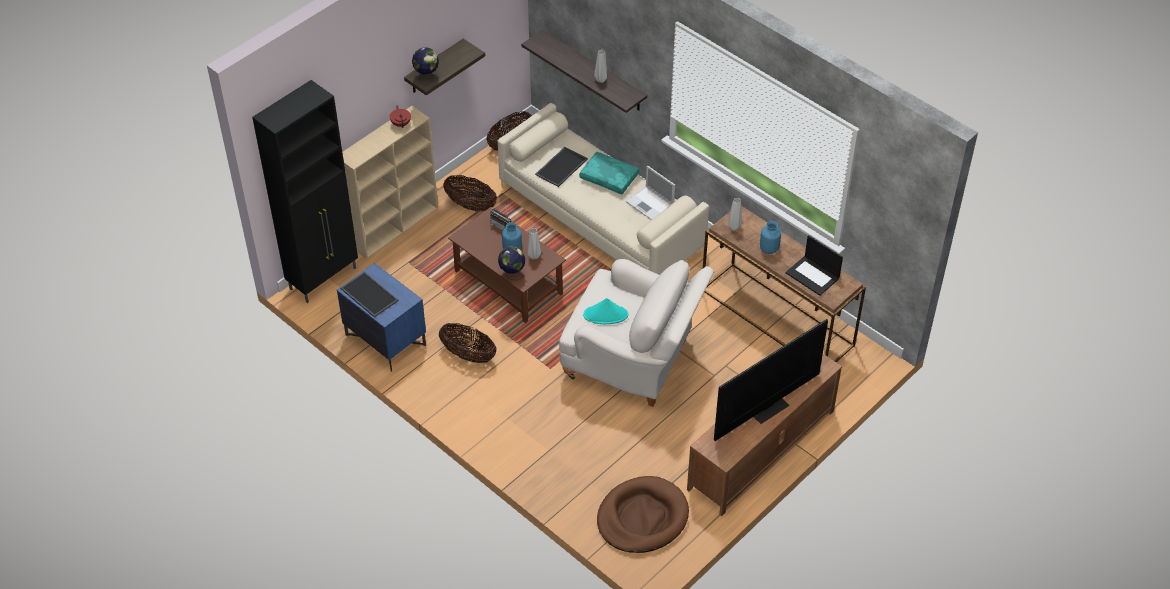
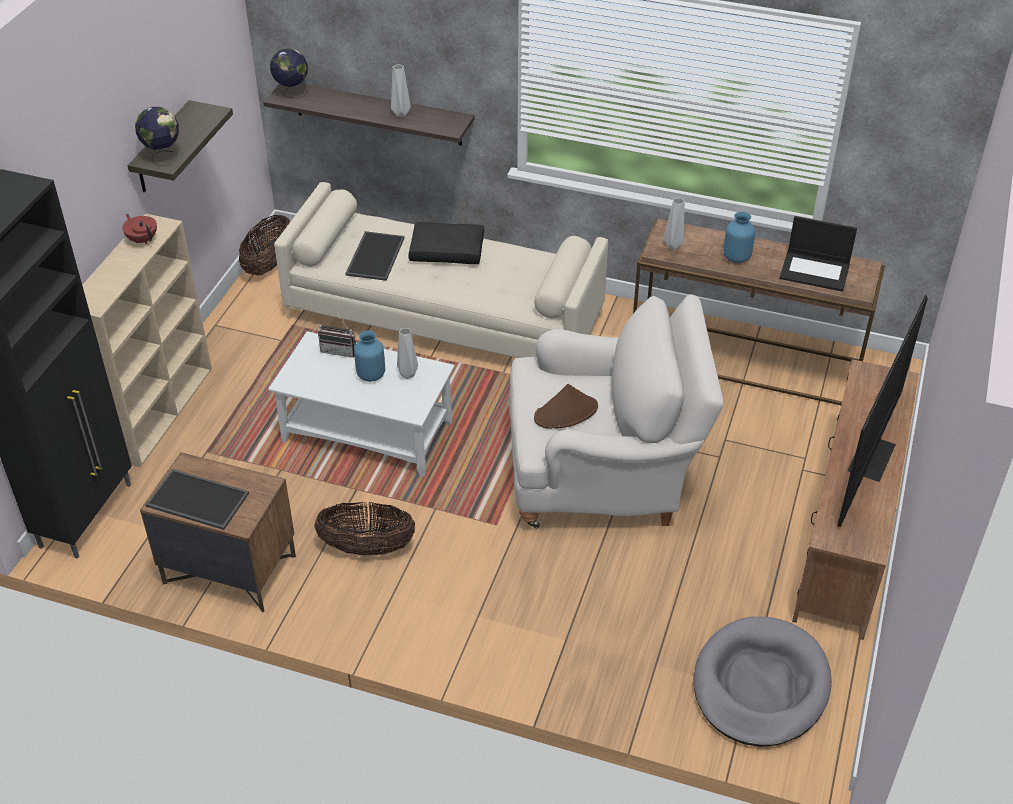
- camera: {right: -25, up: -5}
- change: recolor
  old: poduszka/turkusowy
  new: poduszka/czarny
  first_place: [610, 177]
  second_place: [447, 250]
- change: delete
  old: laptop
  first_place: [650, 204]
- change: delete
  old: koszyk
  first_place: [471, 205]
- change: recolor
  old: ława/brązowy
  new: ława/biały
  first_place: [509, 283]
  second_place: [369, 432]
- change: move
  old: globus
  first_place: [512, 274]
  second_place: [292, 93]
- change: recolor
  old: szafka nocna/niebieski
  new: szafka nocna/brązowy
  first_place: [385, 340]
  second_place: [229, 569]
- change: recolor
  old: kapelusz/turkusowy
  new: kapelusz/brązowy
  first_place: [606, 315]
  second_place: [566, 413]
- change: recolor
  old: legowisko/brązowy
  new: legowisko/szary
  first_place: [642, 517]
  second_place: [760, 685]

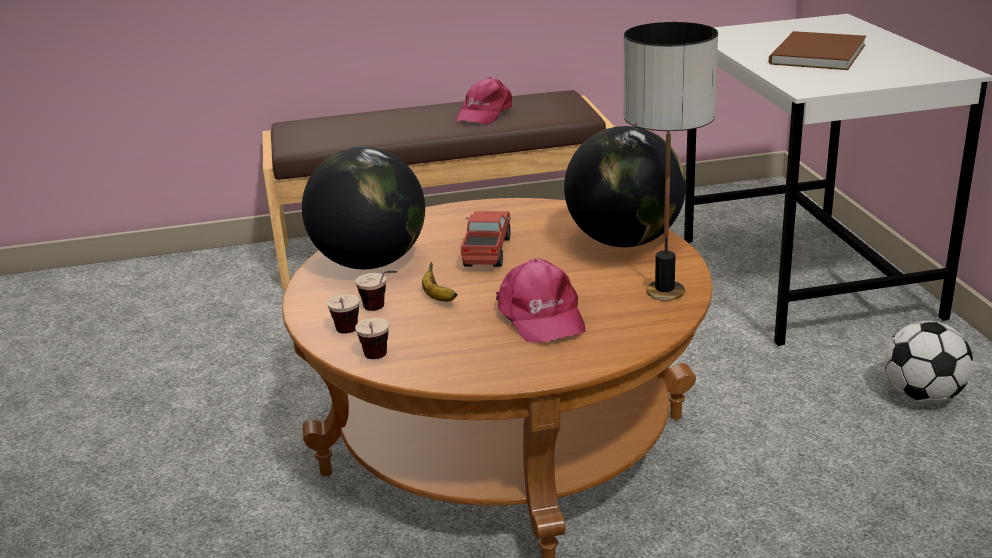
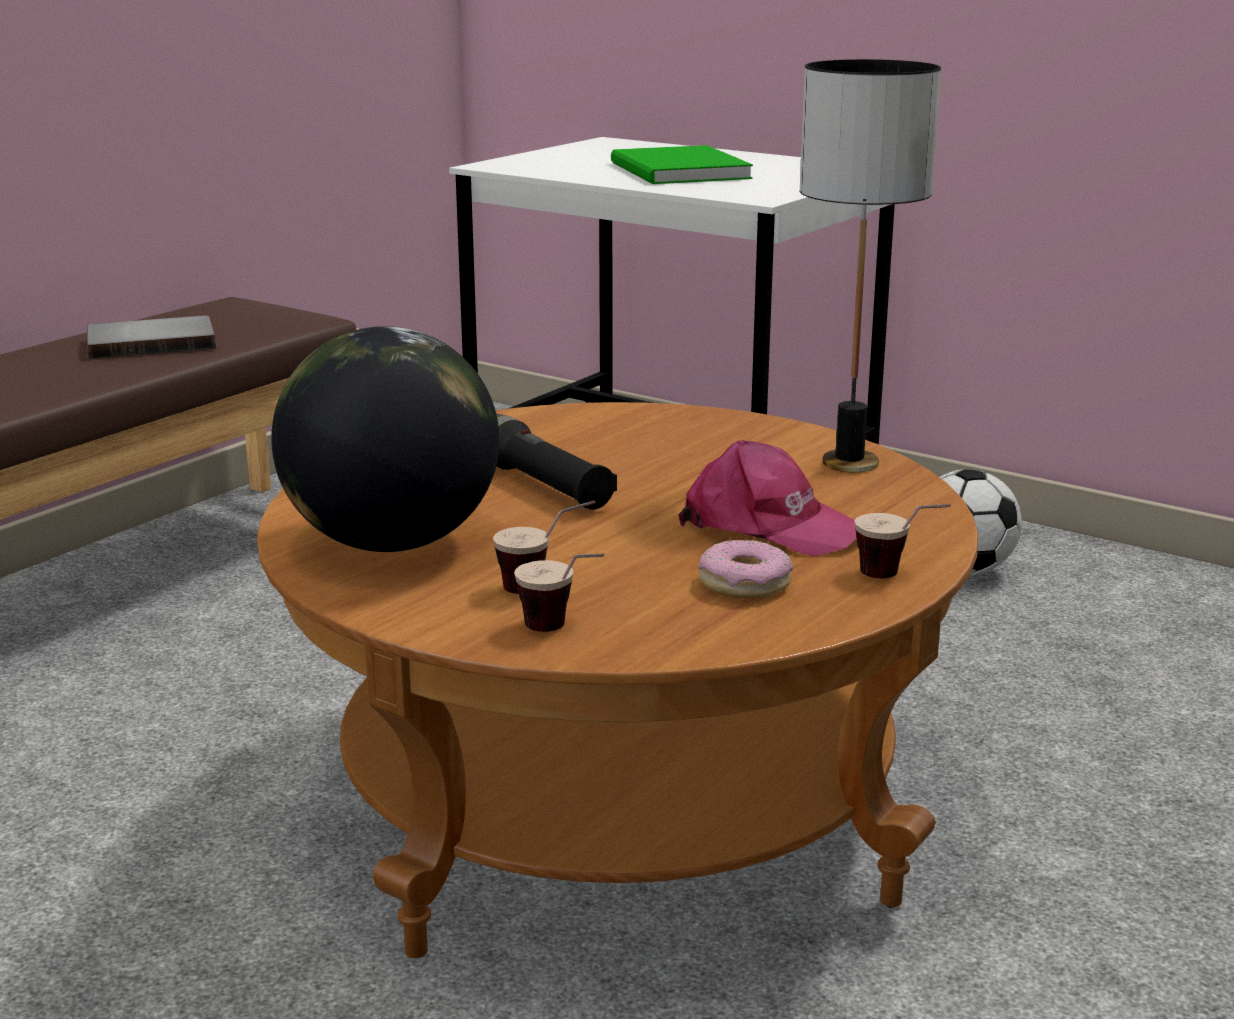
- camera: {right: -45, up: -5}
- change: recolor
  old: książka/brązowy
  new: książka/zielony
  first_place: [814, 55]
  second_place: [677, 171]
- change: replace
  old: czapka z daszkiem/różowy
  new: książka/szary
  first_place: [484, 113]
  second_place: [151, 342]
- change: delete
  old: globus
  first_place: [624, 241]
- change: replace
  old: ciężarówka zabawkowa
  new: latarka/czarny
  first_place: [487, 253]
  second_place: [543, 485]
- change: delete
  old: banan
  first_place: [437, 297]
- change: move
  old: filiżanka
  first_place: [375, 361]
  second_place: [898, 578]
- change: insert
  new: donut
  second_place: [744, 583]

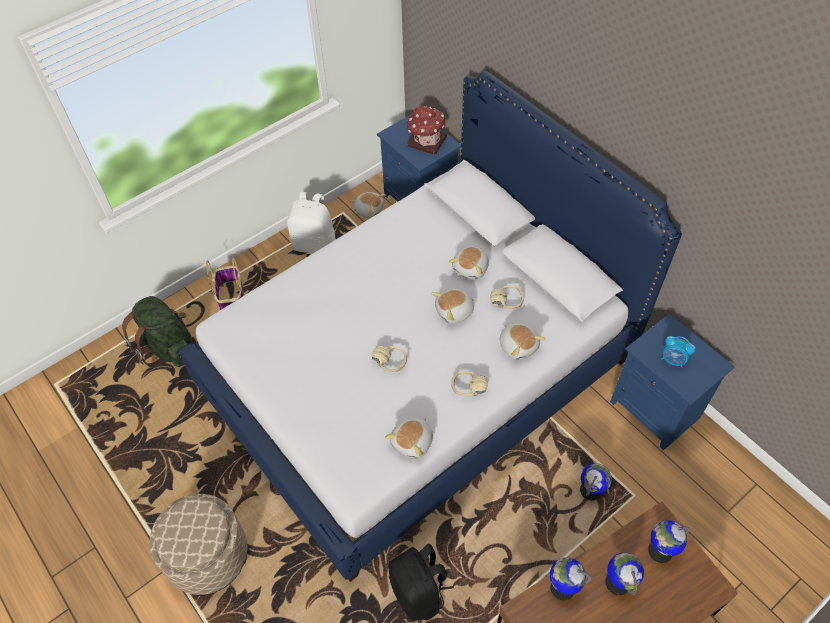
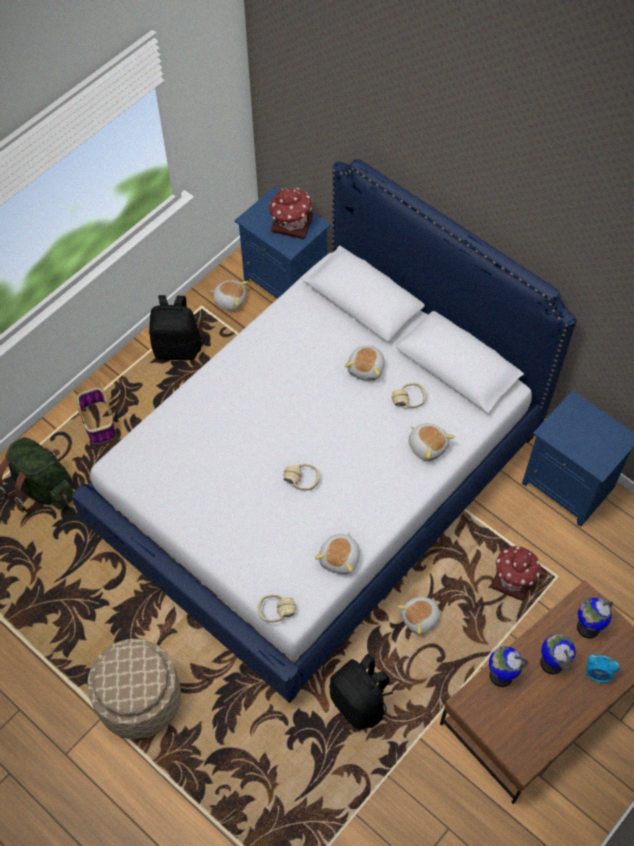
- camera: {right: -10, up: 5}
- change: recolor
  old: plecak/biały
  new: plecak/czarny
  first_place: [315, 243]
  second_place: [177, 347]
- change: move
  old: pluszak
  first_place: [454, 312]
  second_place: [420, 618]
- change: move
  old: budzik
  first_place: [673, 360]
  second_place: [597, 674]
- change: move
  old: słuchawki/beżowy
  first_place: [468, 392]
  second_place: [277, 616]
- change: replace
  old: globus
  new: domek
  first_place: [590, 491]
  second_place: [513, 578]

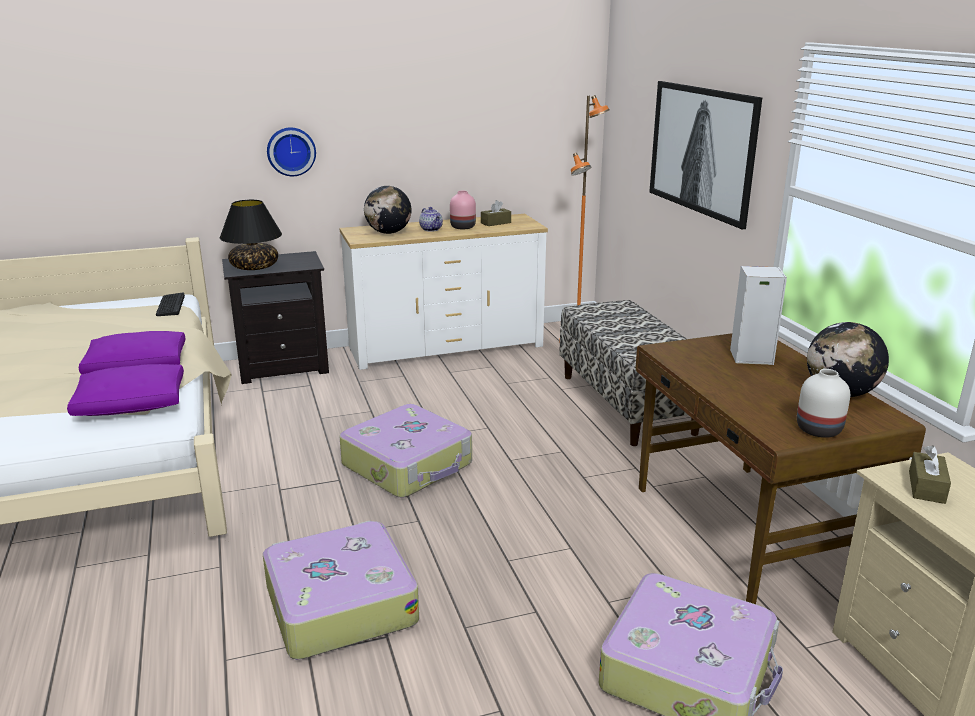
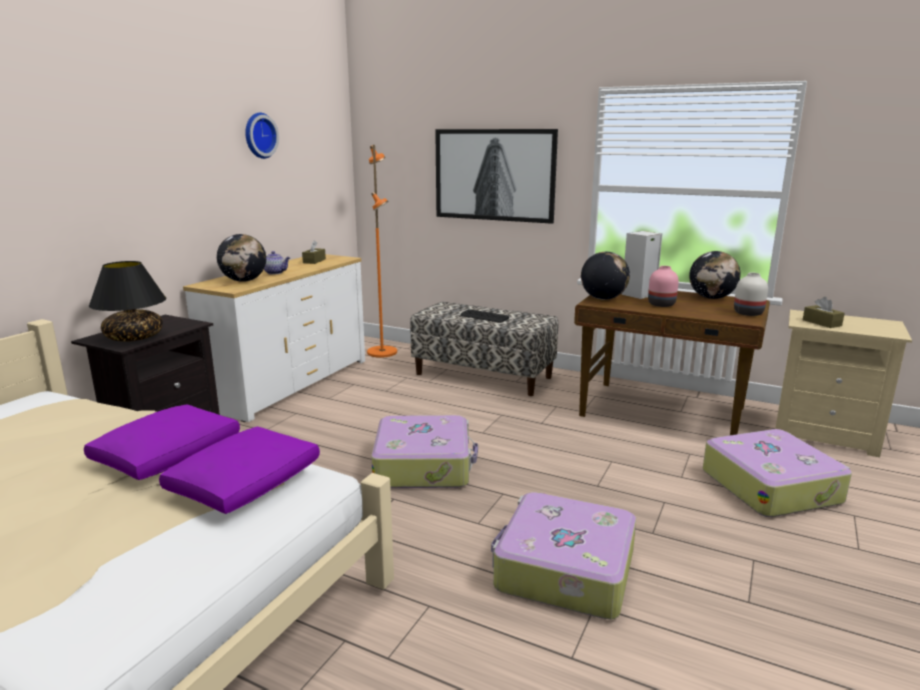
- camera: {right: -45, up: -5}
- change: move
  old: zegar ścienny
  first_place: [291, 151]
  second_place: [259, 135]
- change: move
  old: wazon/różowy
  first_place: [463, 227]
  second_place: [662, 304]
- change: move
  old: klawiatura
  first_place: [170, 305]
  second_place: [484, 317]
- change: insert
  new: globus
  second_place: [603, 298]

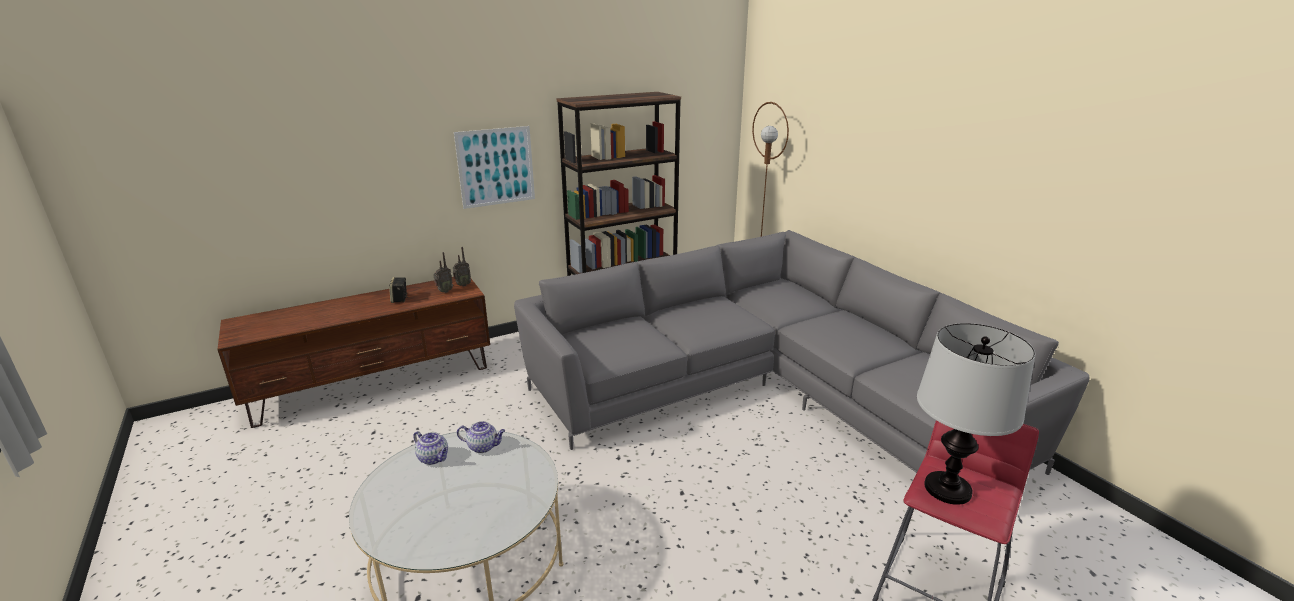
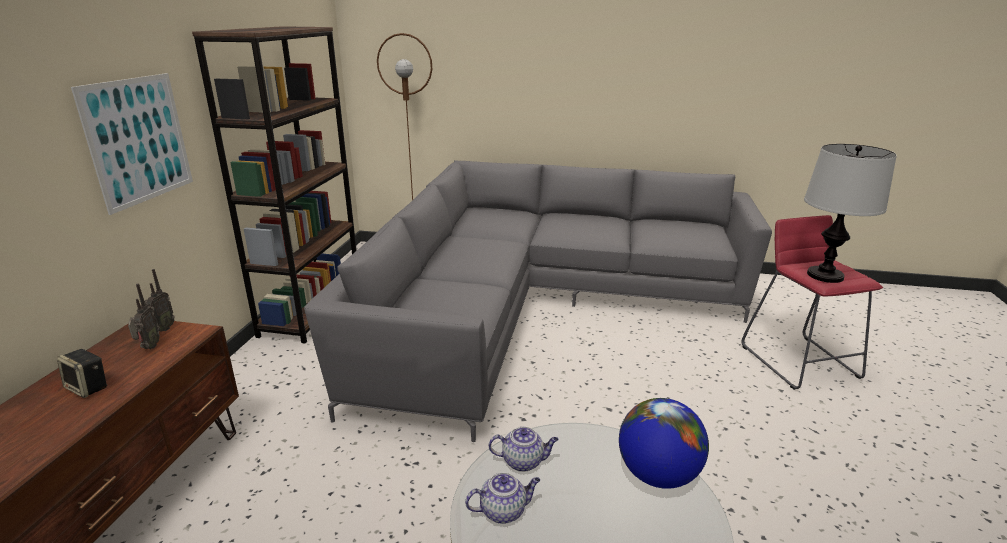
- camera: {right: -50, up: 0}
- change: rotate
  old: imbryk
  first_place: [483, 446]
  second_place: [523, 461]
  degrees: 45
- change: insert
  new: globus
  second_place: [657, 475]

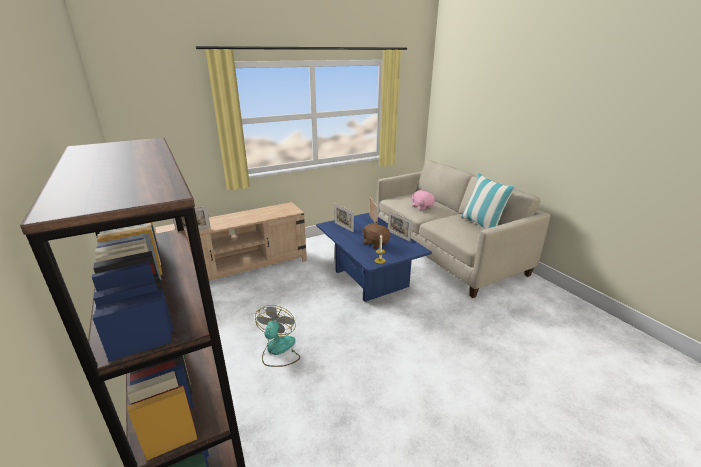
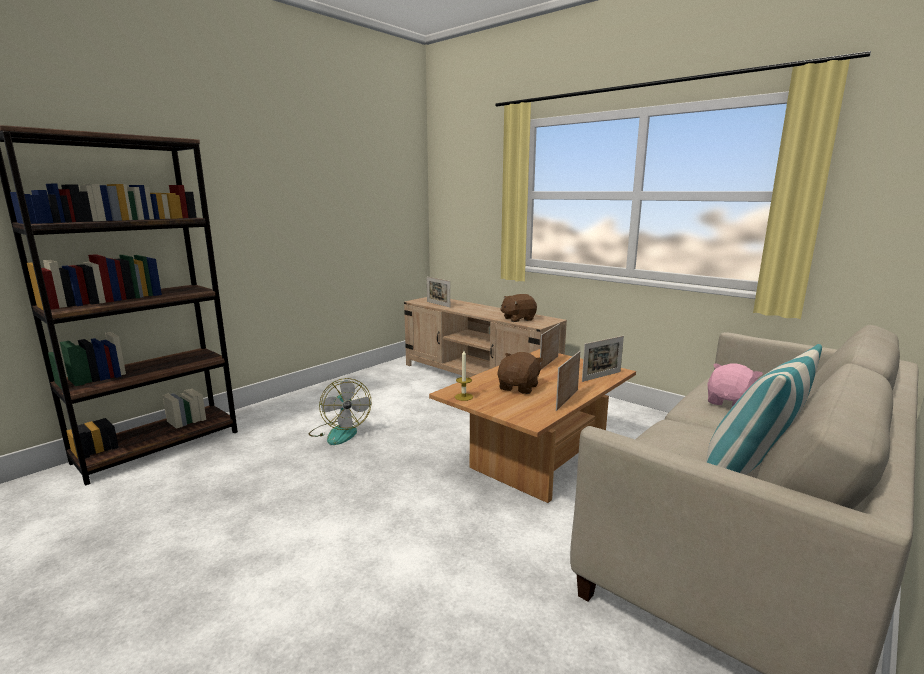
- camera: {right: 70, up: -10}
- change: recolor
  old: ława/niebieski
  new: ława/brązowy
  first_place: [368, 279]
  second_place: [535, 460]
- change: rotate
  old: wentylator
  first_place: [278, 350]
  second_place: [339, 432]
  degrees: 75
- change: insert
  new: pluszak/brązowy
  second_place: [518, 319]

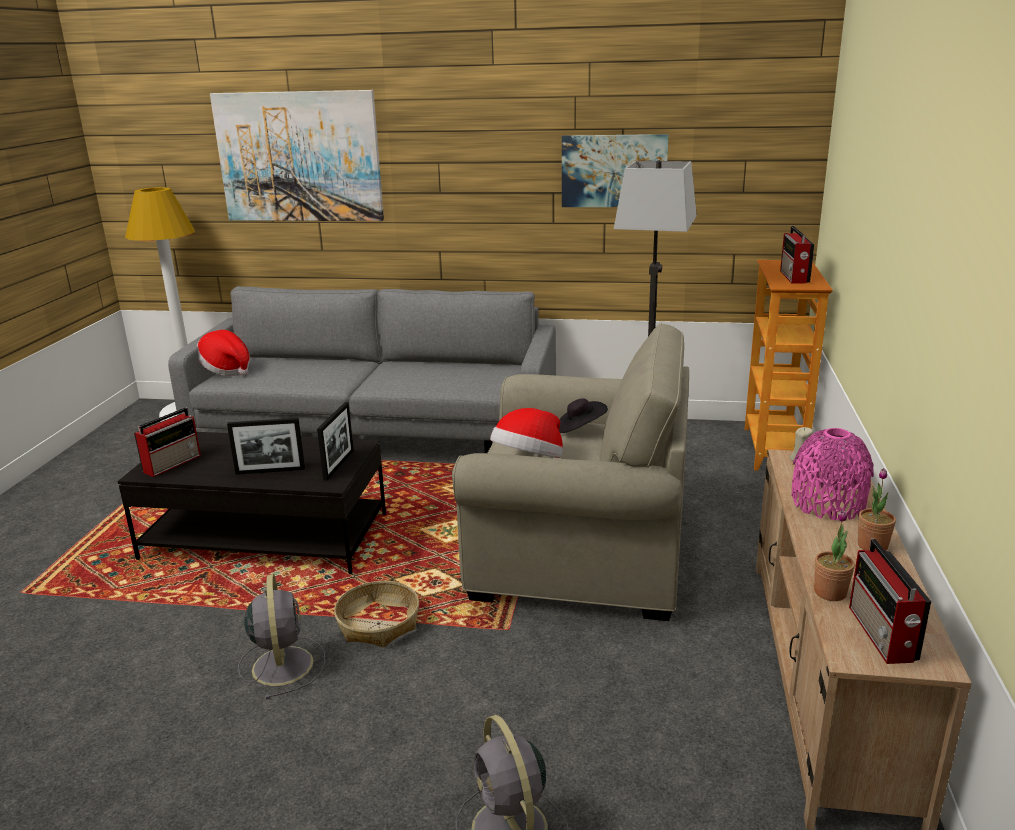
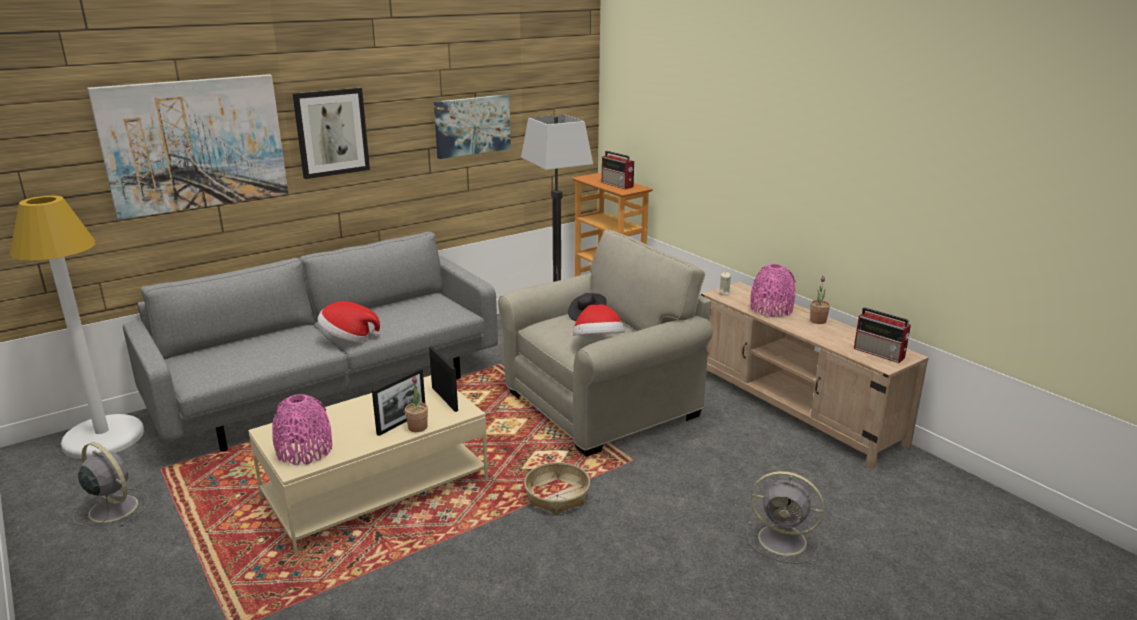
- camera: {right: -45, up: 0}
- change: move
  old: kapelusz
  first_place: [226, 370]
  second_place: [348, 338]
- change: replace
  old: radio
  new: wazon/różowy
  first_place: [173, 463]
  second_place: [304, 451]
- change: recolor
  old: ława/czarny
  new: ława/beżowy
  first_place: [266, 536]
  second_place: [376, 489]
- change: move
  old: roślina doniczkowa
  first_place: [830, 592]
  second_place: [417, 427]
- change: move
  old: wentylator/szary
  first_place: [282, 664]
  second_place: [112, 508]
- change: insert
  new: obraz
  second_place: [331, 132]

